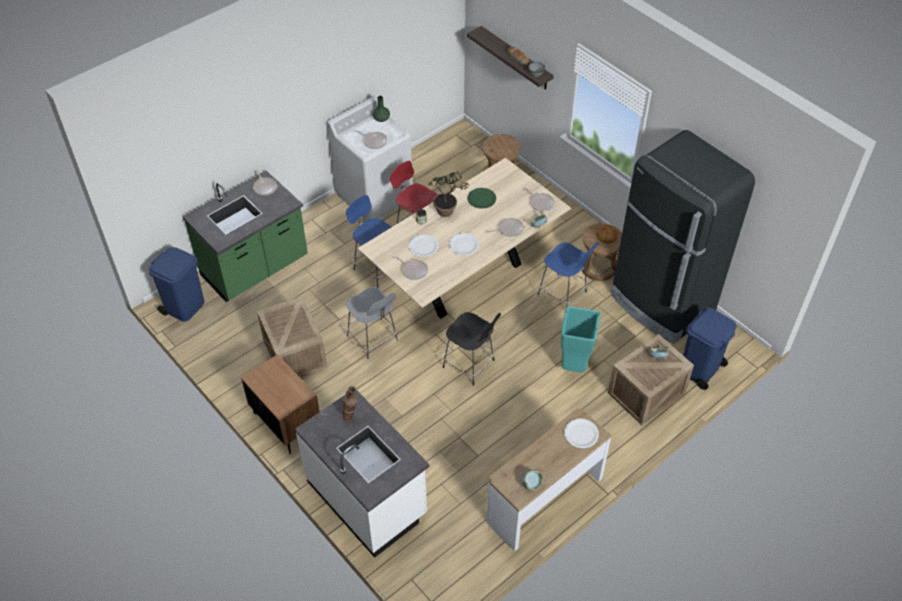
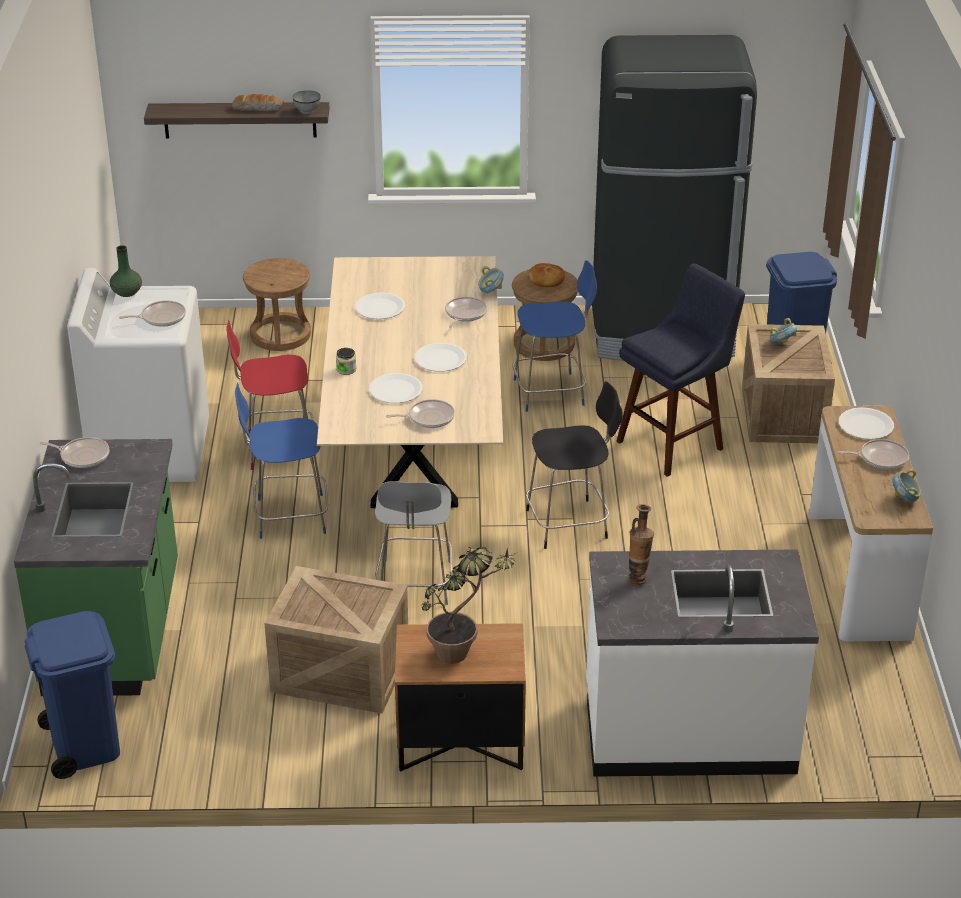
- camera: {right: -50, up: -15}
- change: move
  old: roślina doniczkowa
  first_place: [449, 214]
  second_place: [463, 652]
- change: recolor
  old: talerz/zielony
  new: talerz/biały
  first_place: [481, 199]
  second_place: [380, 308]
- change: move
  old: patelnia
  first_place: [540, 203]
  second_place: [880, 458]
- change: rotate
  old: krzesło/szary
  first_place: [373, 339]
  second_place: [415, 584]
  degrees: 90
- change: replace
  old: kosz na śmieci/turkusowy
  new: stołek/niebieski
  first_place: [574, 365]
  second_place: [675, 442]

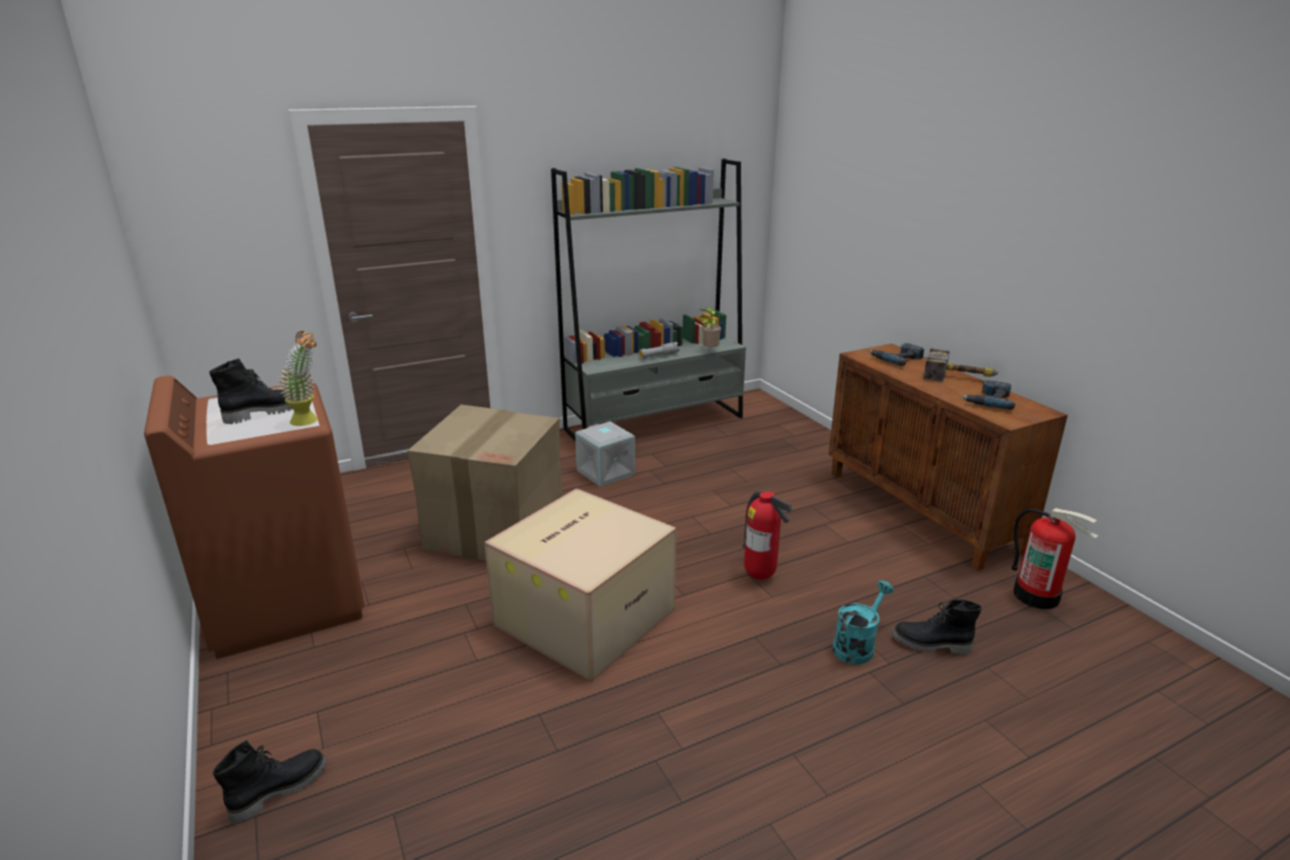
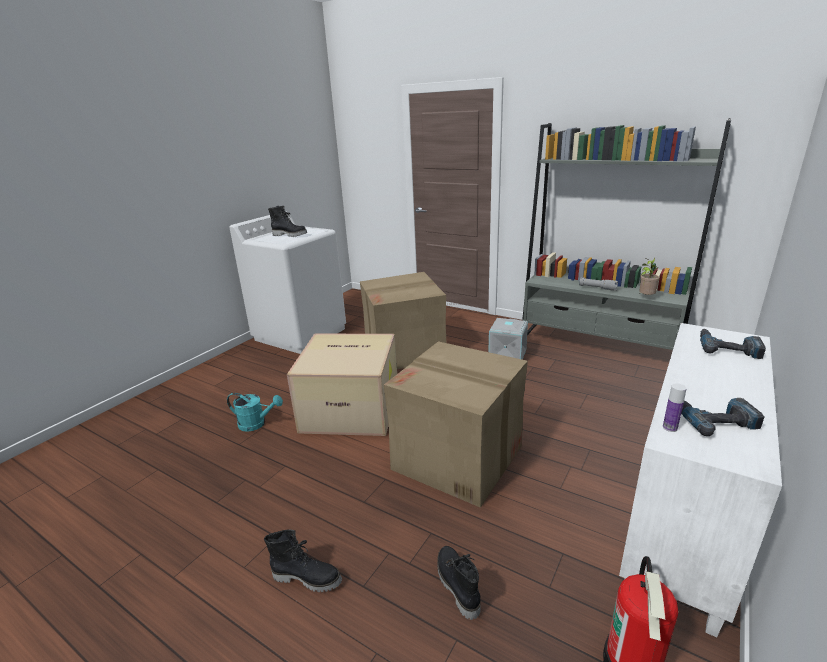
- camera: {right: 60, up: 0}
- change: delete
  old: roślina doniczkowa
  first_place: [310, 421]
- change: recolor
  old: szafka/brązowy
  new: szafka/biały
  first_place: [922, 511]
  second_place: [683, 522]
- change: delete
  old: młotek
  first_place: [960, 377]
- change: recolor
  old: pralka/brązowy
  new: pralka/biały
  first_place: [285, 600]
  second_place: [301, 334]
- change: replace
  old: gaśnica
  new: karton
  first_place: [760, 576]
  second_place: [458, 458]
- change: move
  old: konewka/turkusowy
  first_place: [857, 645]
  second_place: [257, 424]
- change: move
  old: but z cholewką/czarny
  first_place: [279, 790]
  second_place: [307, 577]
- change: insert
  new: butelka
  second_place: [670, 428]

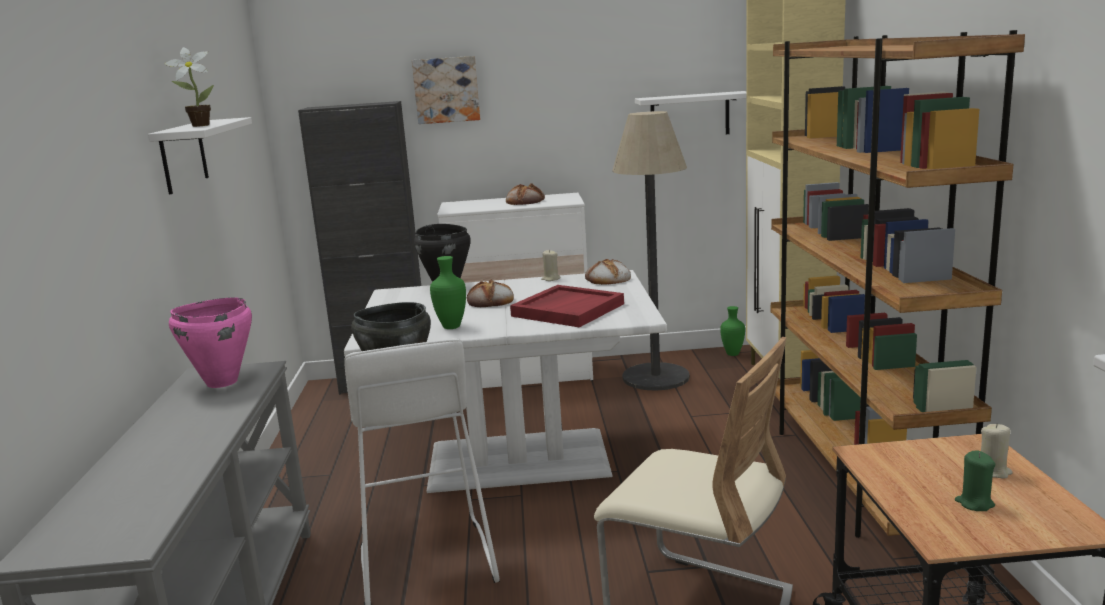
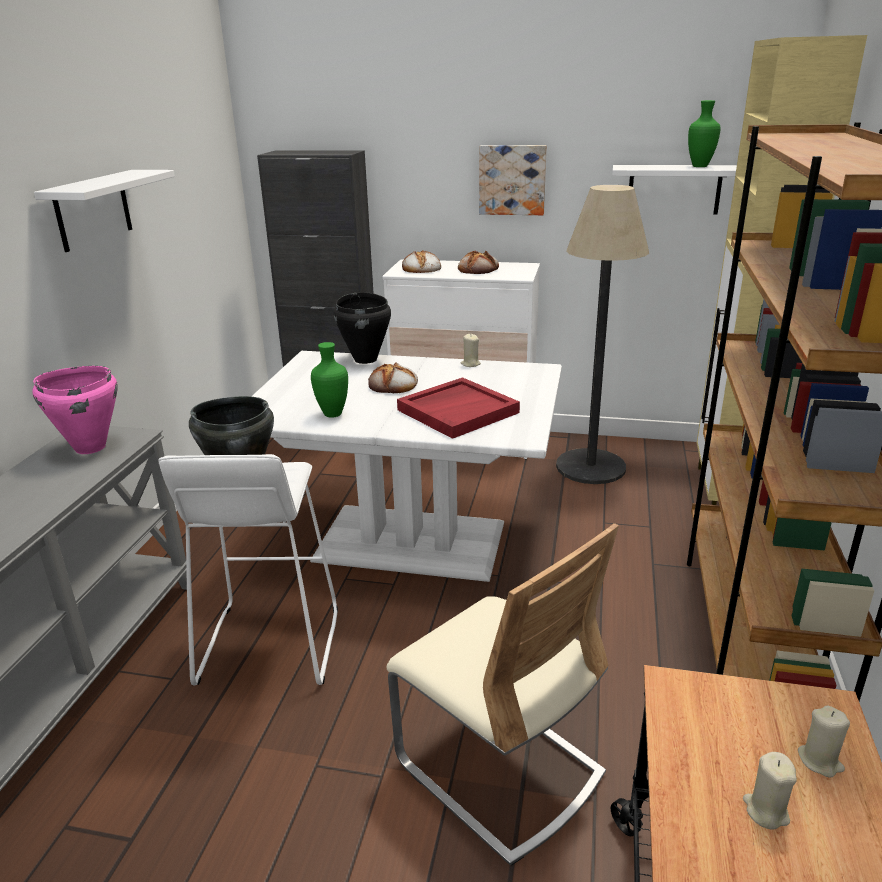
- camera: {right: 15, up: 10}
- change: delete
  old: roślina doniczkowa
  first_place: [198, 126]
- change: move
  old: obraz
  first_place: [446, 90]
  second_place: [512, 180]
- change: move
  old: chleb
  first_place: [607, 279]
  second_place: [421, 268]
- change: move
  old: wazon/zielony
  first_place: [732, 354]
  second_place: [700, 166]
- change: recolor
  old: świeca/zielony
  new: świeca/beżowy
  first_place: [974, 503]
  second_place: [765, 810]

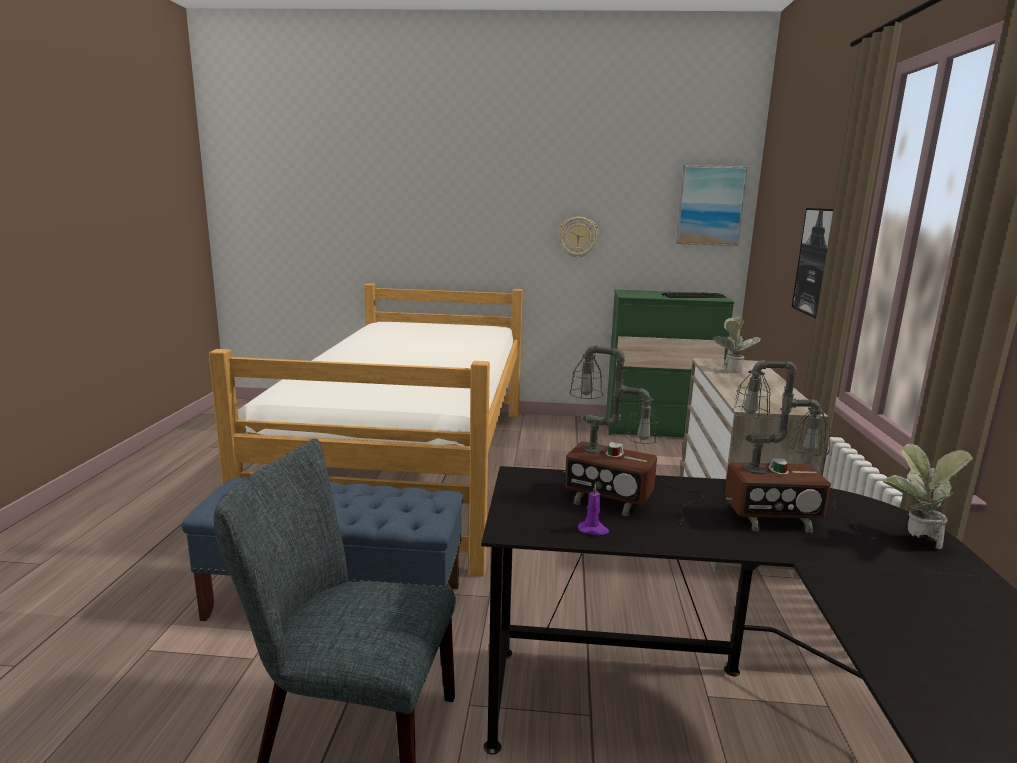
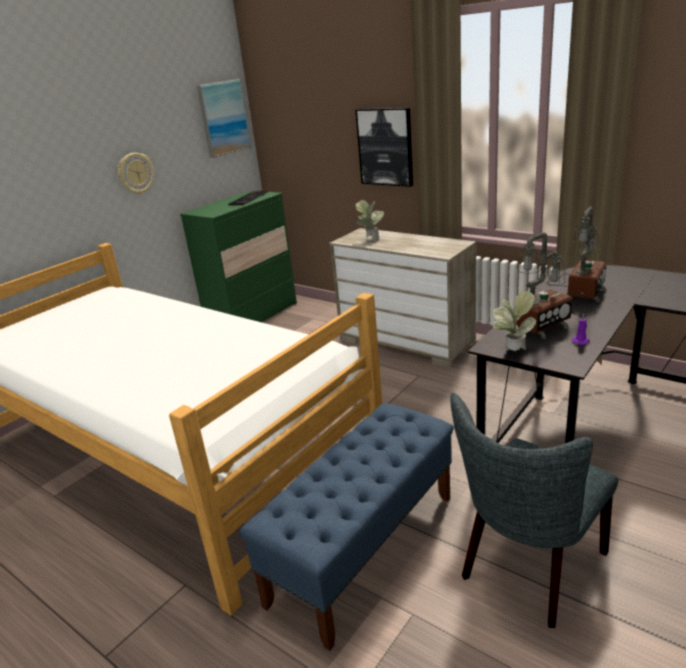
- camera: {right: -55, up: 10}
- change: move
  old: roślina doniczkowa
  first_place: [914, 540]
  second_place: [512, 353]

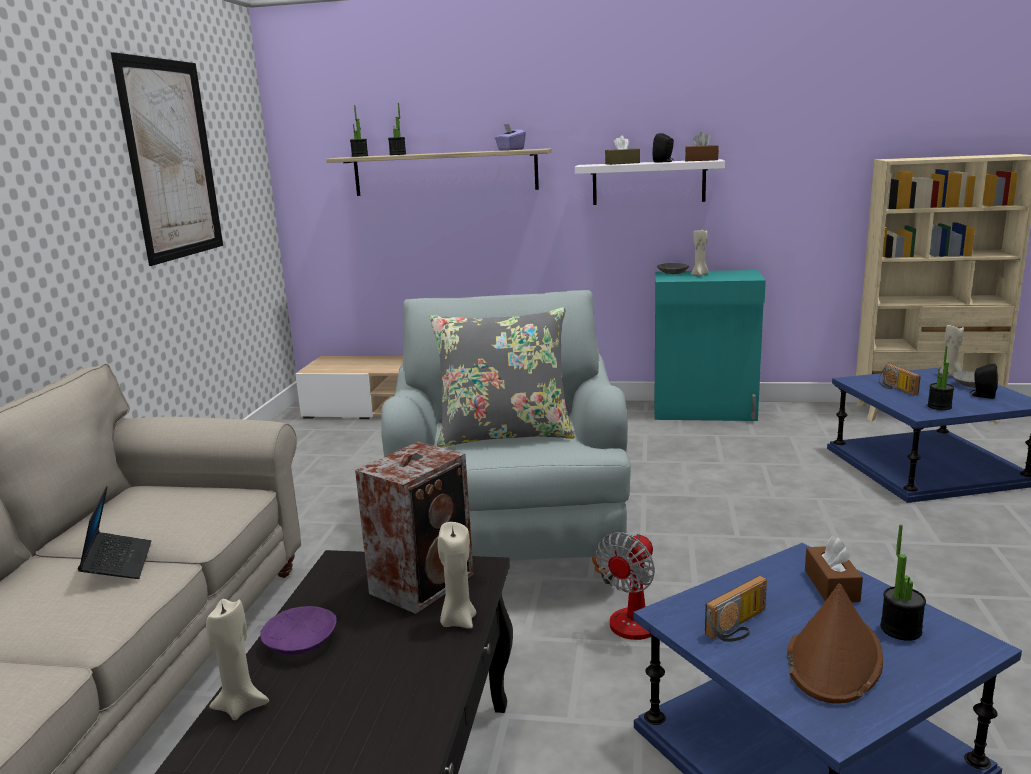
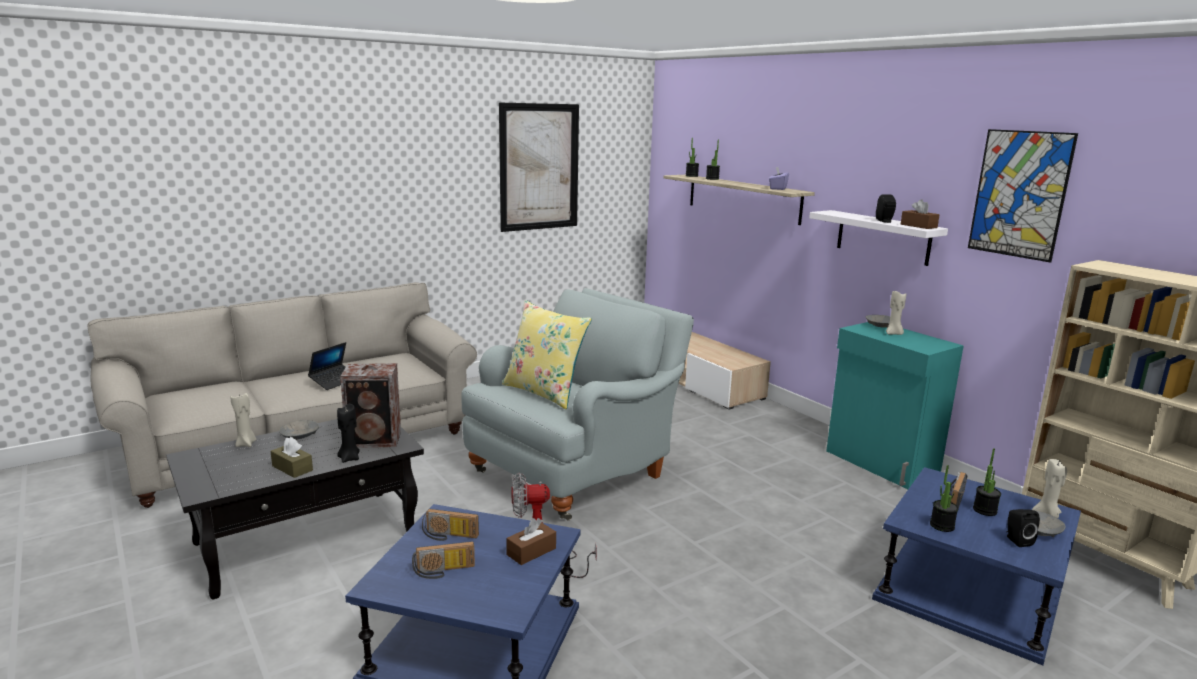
- camera: {right: 45, up: 0}
- change: move
  old: pudełko chusteczek/brązowy
  first_place: [622, 163]
  second_place: [292, 468]
- change: recolor
  old: poduszka/szary
  new: poduszka/żółty
  first_place: [504, 435]
  second_place: [544, 392]
- change: recolor
  old: świeca/beżowy
  new: świeca/czarny
  first_place: [458, 621]
  second_place: [349, 458]
- change: move
  old: roślina doniczkowa
  first_place: [900, 629]
  second_place: [984, 510]
- change: replace
  old: kapelusz/brązowy
  new: radio
  first_place: [834, 658]
  second_place: [444, 571]
- change: recolor
  old: miska/fioletowy
  new: miska/szary
  first_place: [300, 643]
  second_place: [299, 436]
- change: insert
  new: obraz
  second_place: [1019, 194]

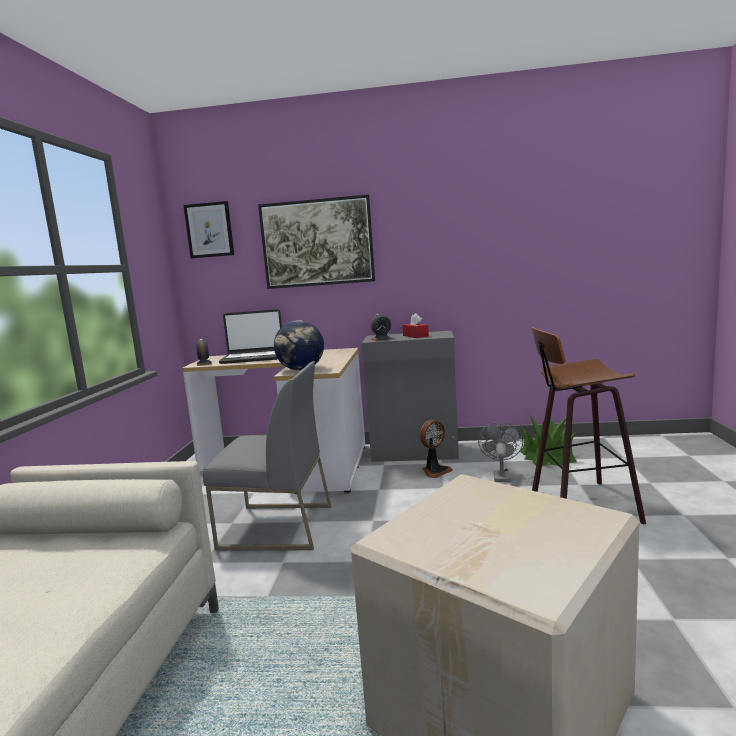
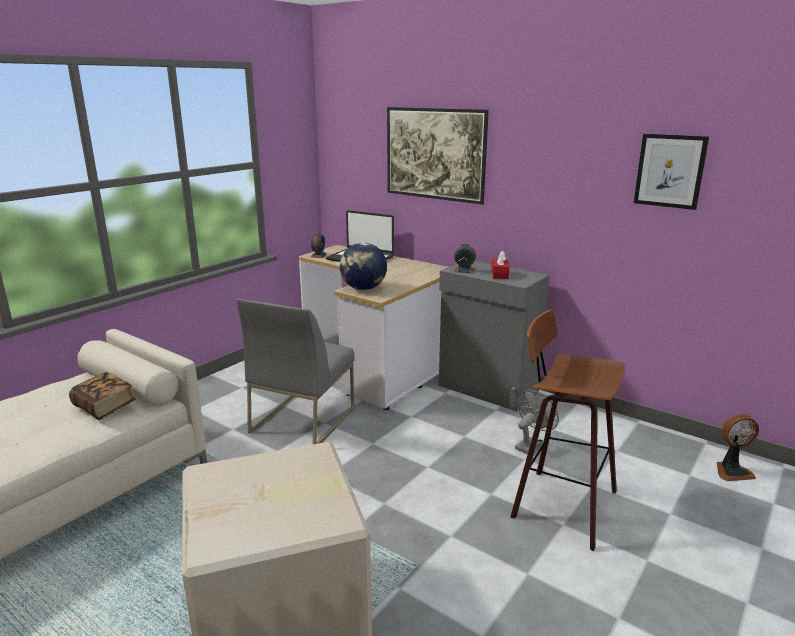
- camera: {right: 30, up: 10}
- change: move
  old: obraz
  first_place: [209, 230]
  second_place: [670, 171]
- change: rotate
  old: krzesło/szary
  first_place: [275, 527]
  second_place: [302, 420]
  degrees: 75
- change: delete
  old: roślina doniczkowa
  first_place: [547, 456]
- change: move
  old: wentylator
  first_place: [435, 471]
  second_place: [731, 471]
- change: insert
  new: książka
  second_place: [105, 407]

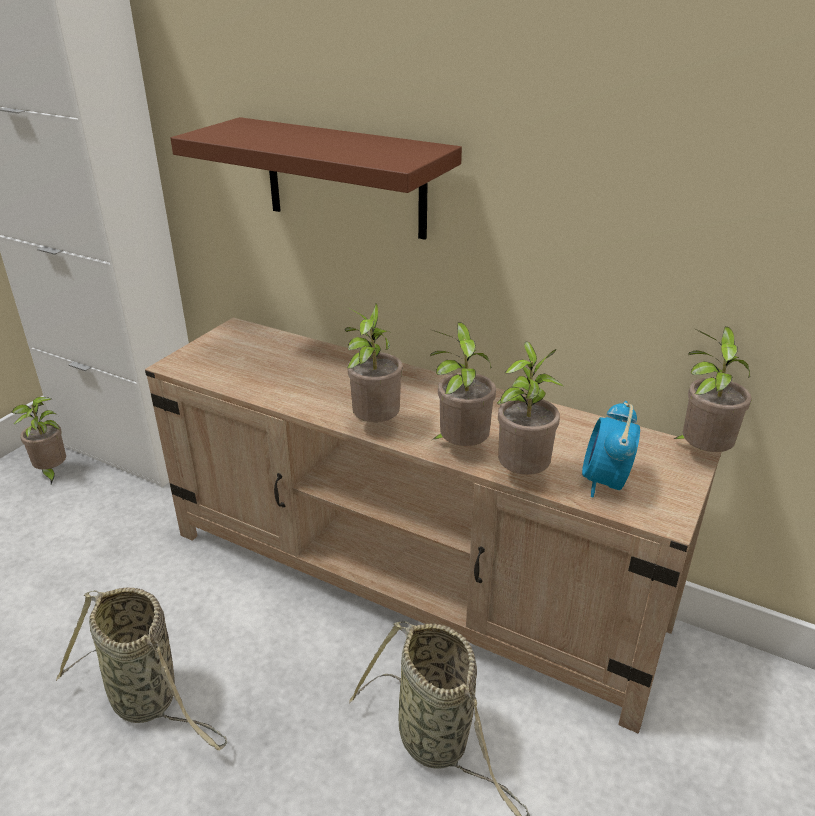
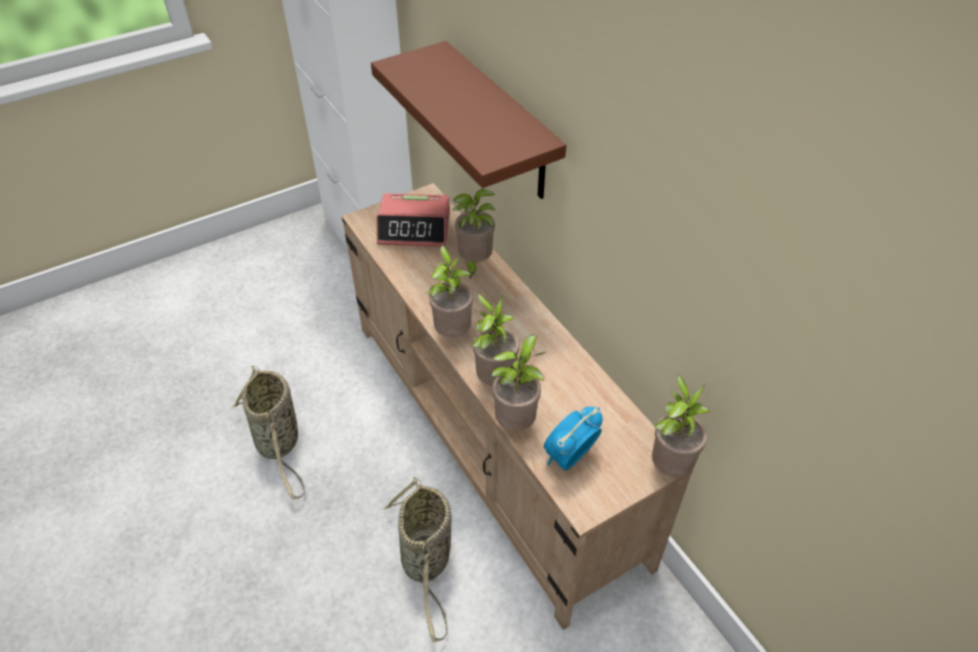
- camera: {right: 30, up: 15}
- change: move
  old: roślina doniczkowa
  first_place: [52, 473]
  second_place: [474, 263]
- change: insert
  new: budzik
  second_place: [415, 228]

